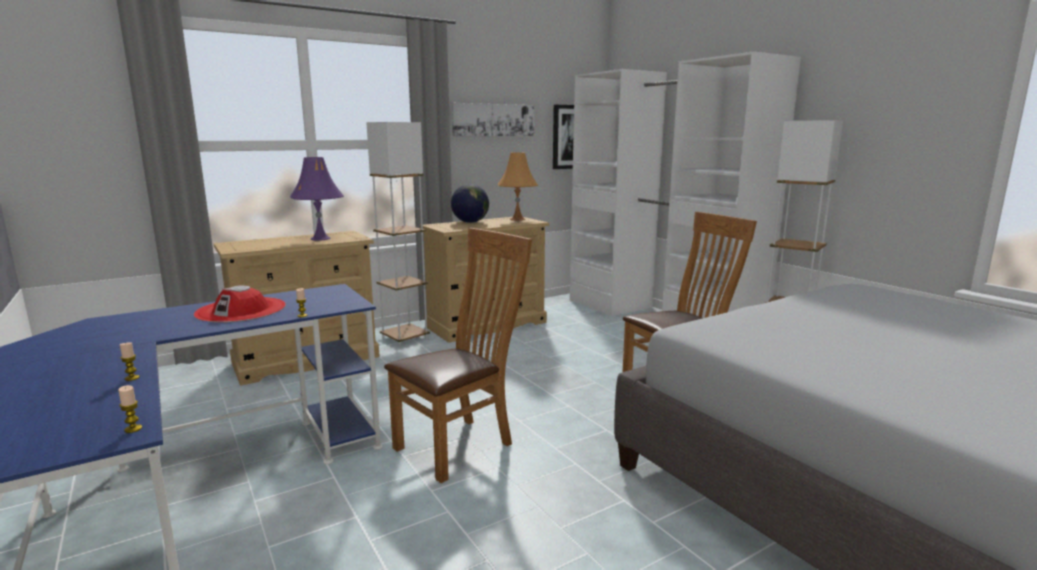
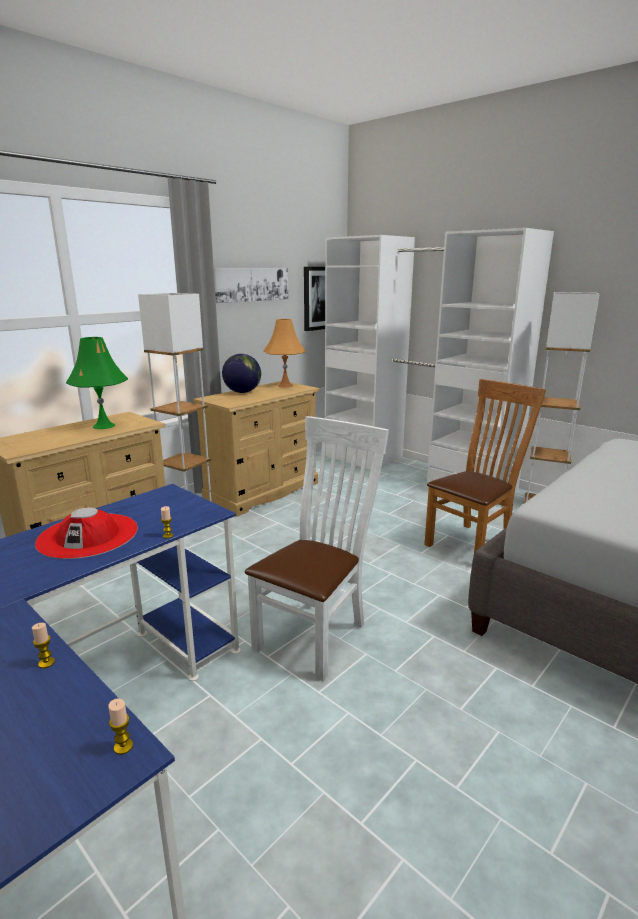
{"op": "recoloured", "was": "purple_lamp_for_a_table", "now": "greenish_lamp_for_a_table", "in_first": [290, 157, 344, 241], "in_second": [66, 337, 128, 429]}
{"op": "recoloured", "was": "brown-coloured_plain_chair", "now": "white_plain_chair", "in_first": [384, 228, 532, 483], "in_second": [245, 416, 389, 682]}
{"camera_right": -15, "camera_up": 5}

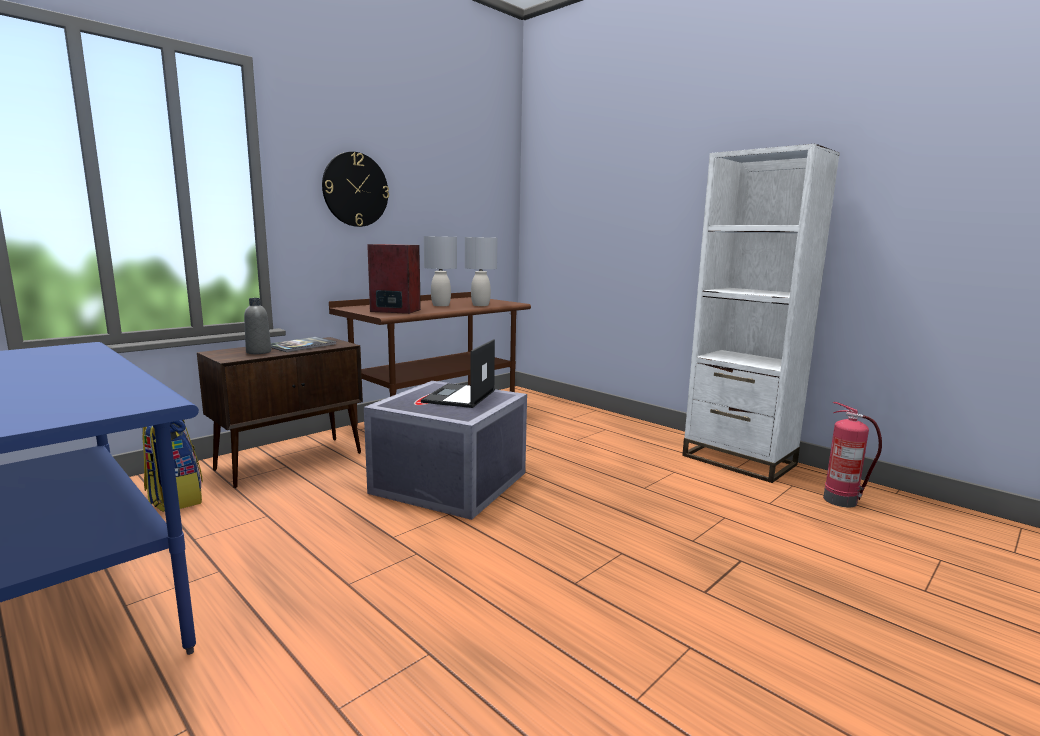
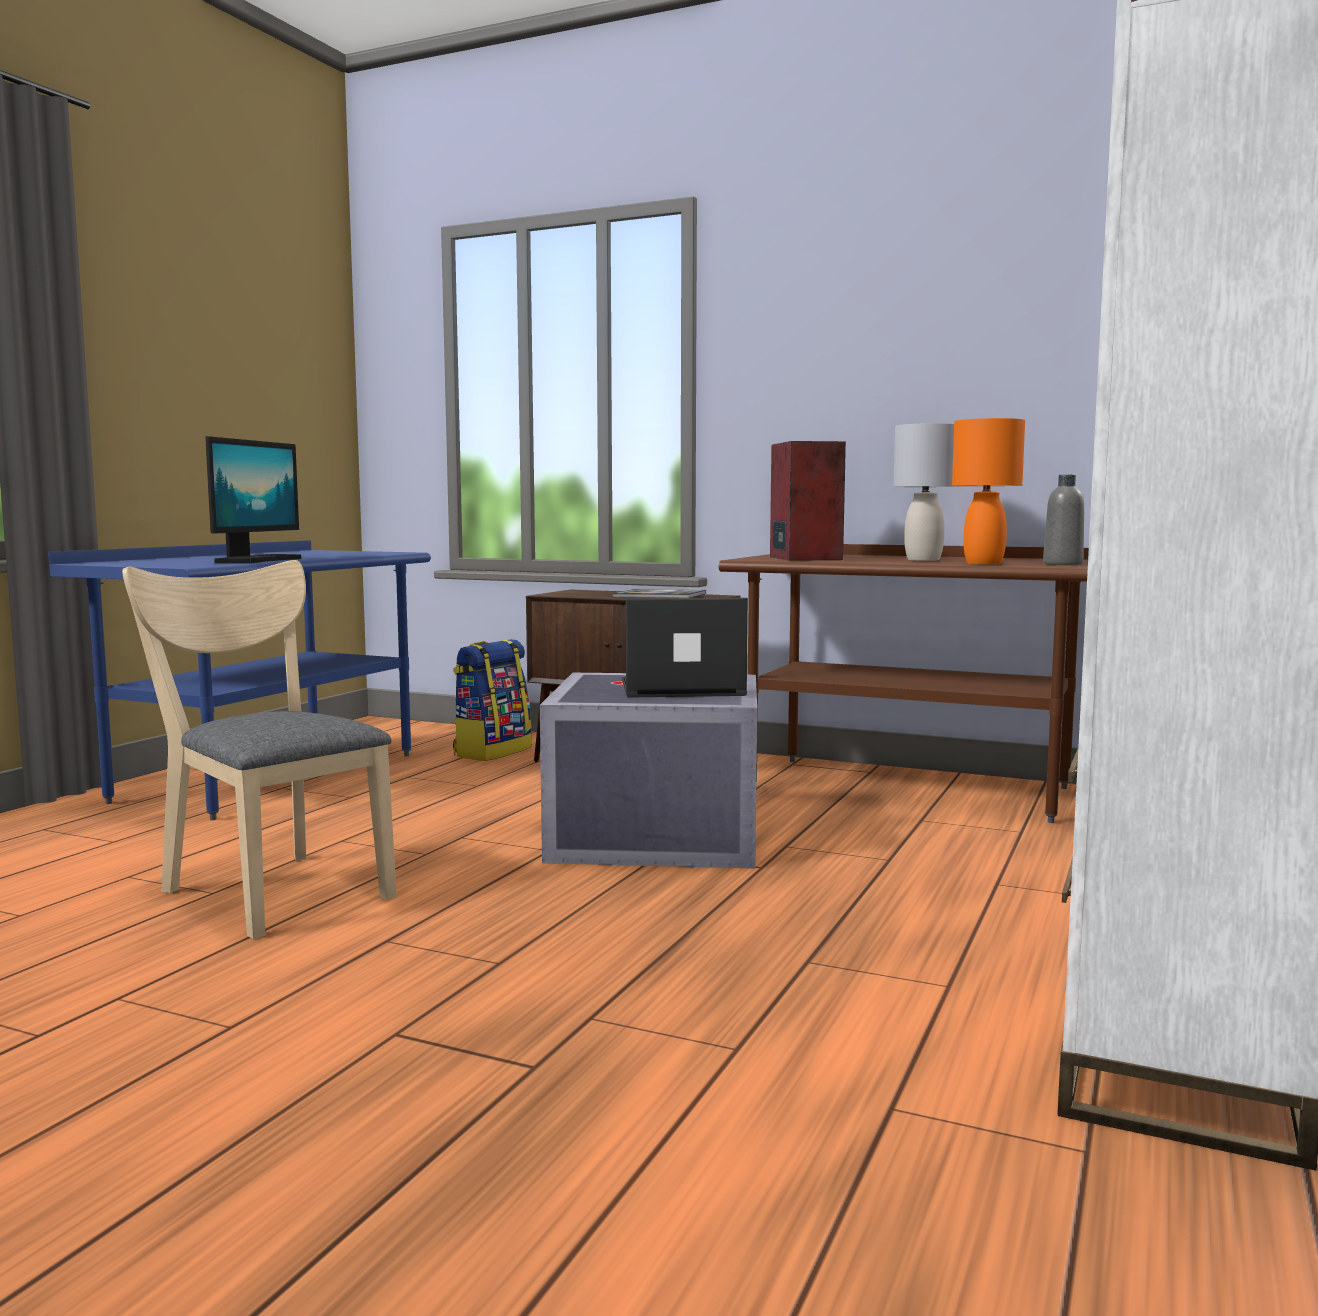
{"op": "moved", "was": "grey_drink_bottle", "in_first": [244, 298, 271, 354], "in_second": [1043, 475, 1084, 565]}
{"op": "removed", "was": "clock_on_the_wall", "in_first": [322, 152, 389, 227]}
{"op": "recoloured", "was": "grey_lamp_for_a_table", "now": "orange_lamp_for_a_table", "in_first": [465, 237, 497, 306], "in_second": [952, 418, 1025, 565]}
{"op": "removed", "was": "fire-fighting_cylinder", "in_first": [823, 402, 882, 508]}
{"op": "added", "now": "beige_plain_chair", "in_second": [122, 560, 397, 939]}
{"op": "added", "now": "computer_display", "in_second": [205, 436, 301, 564]}
{"camera_right": 70, "camera_up": -5}

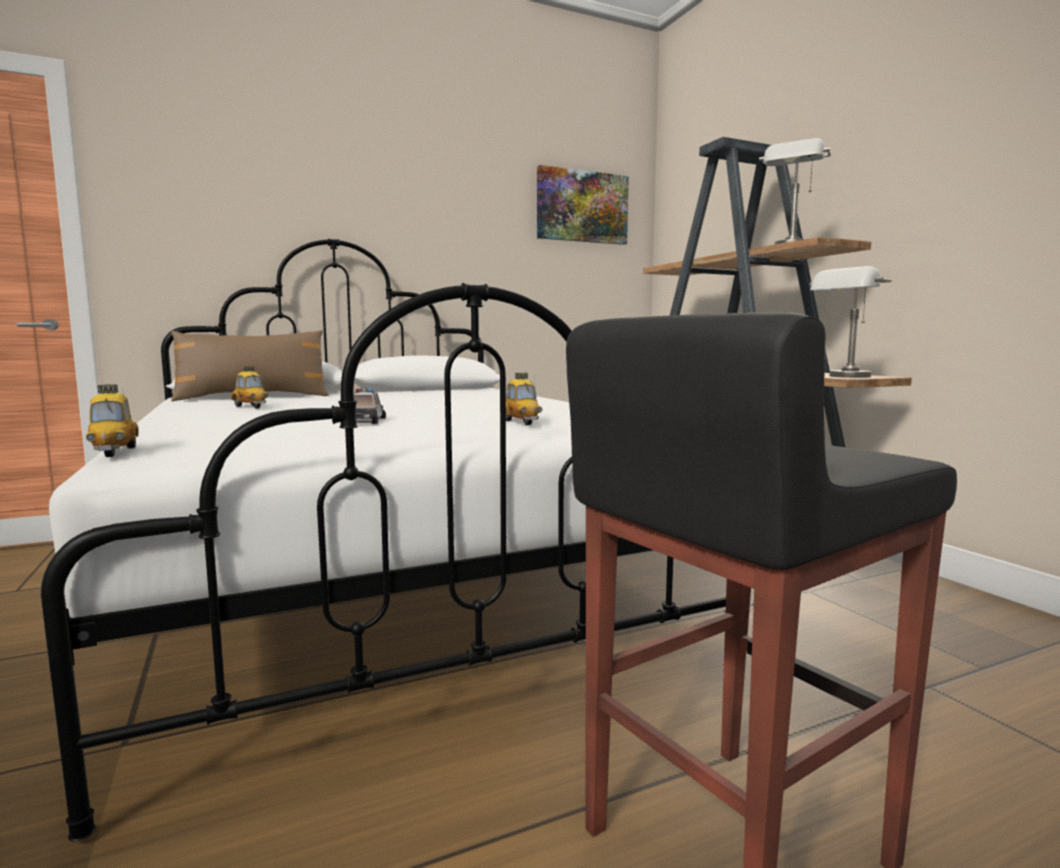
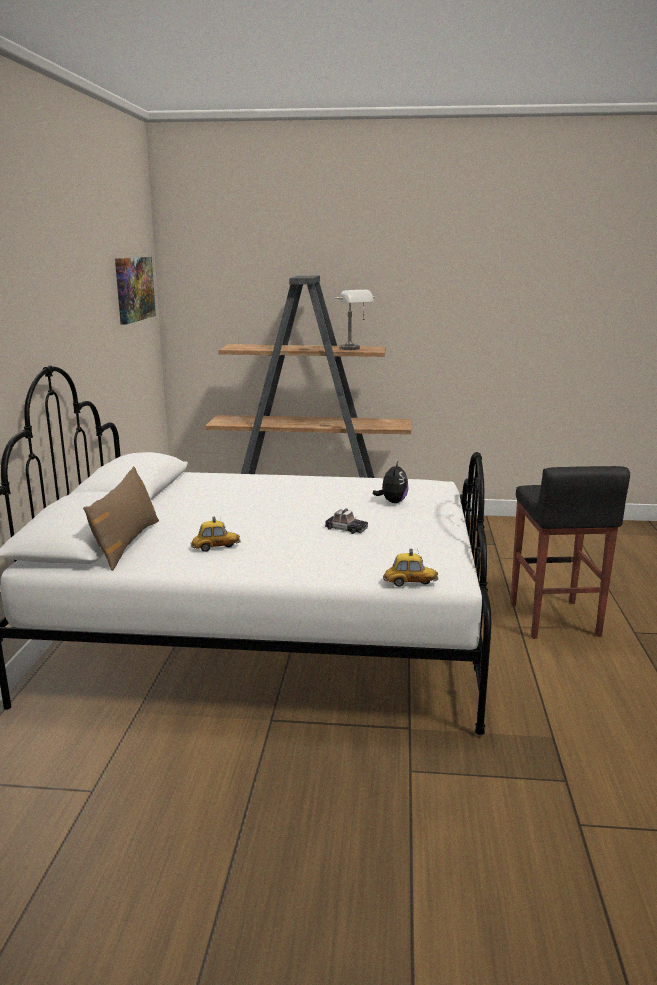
{"op": "replaced", "was": "toy_car", "now": "soft_toy", "in_first": [506, 373, 543, 425], "in_second": [373, 462, 409, 503]}
{"op": "removed", "was": "grey_lamp_for_a_table", "in_first": [809, 266, 892, 378]}
{"camera_right": -60, "camera_up": 10}

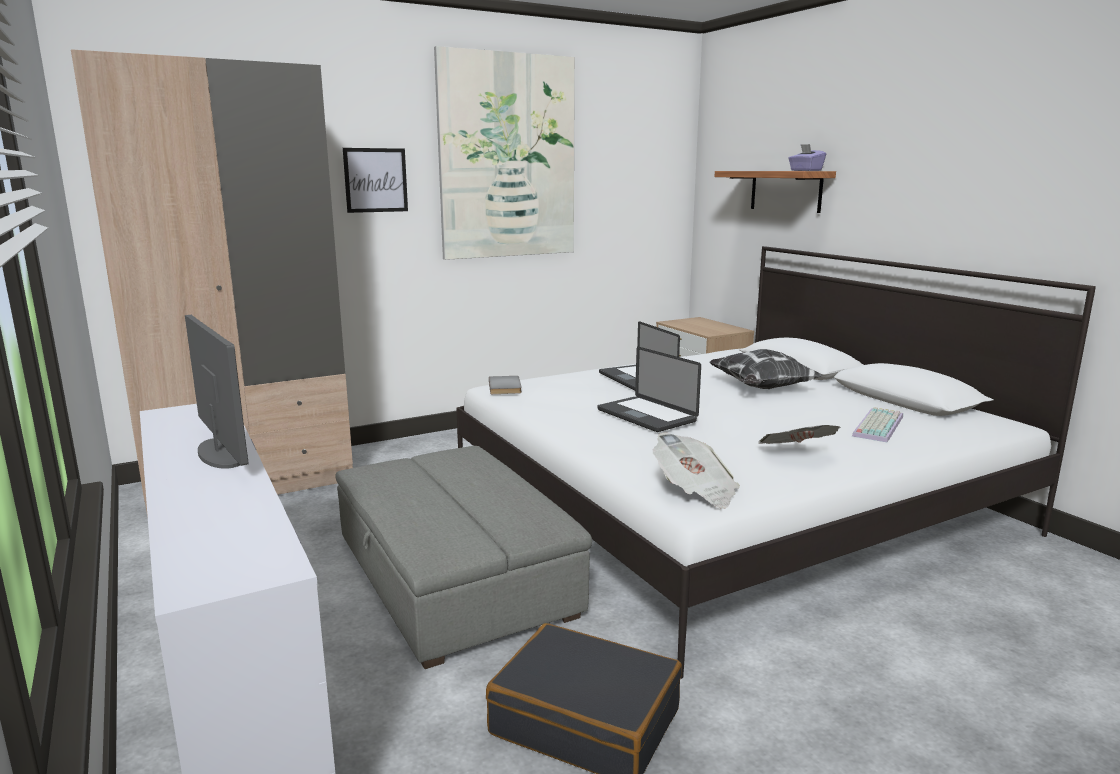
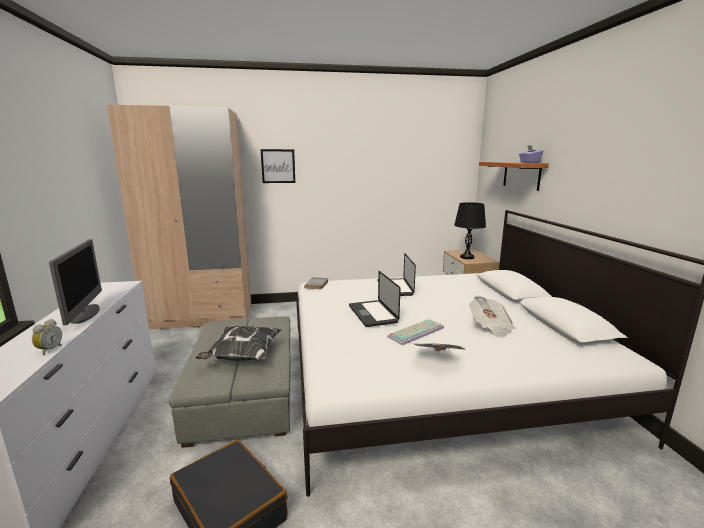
{"op": "removed", "was": "wall_picture", "in_first": [434, 46, 575, 260]}
{"op": "moved", "was": "newspaper", "in_first": [652, 432, 740, 509], "in_second": [469, 296, 515, 338]}
{"op": "moved", "was": "pillow", "in_first": [710, 349, 823, 389], "in_second": [196, 326, 282, 361]}
{"op": "moved", "was": "keyboard", "in_first": [852, 407, 903, 443], "in_second": [387, 319, 444, 345]}
{"op": "added", "now": "alarm_clock", "in_second": [32, 319, 62, 355]}
{"op": "added", "now": "black_lamp_for_a_table", "in_second": [454, 202, 486, 259]}
{"camera_right": 20, "camera_up": 0}

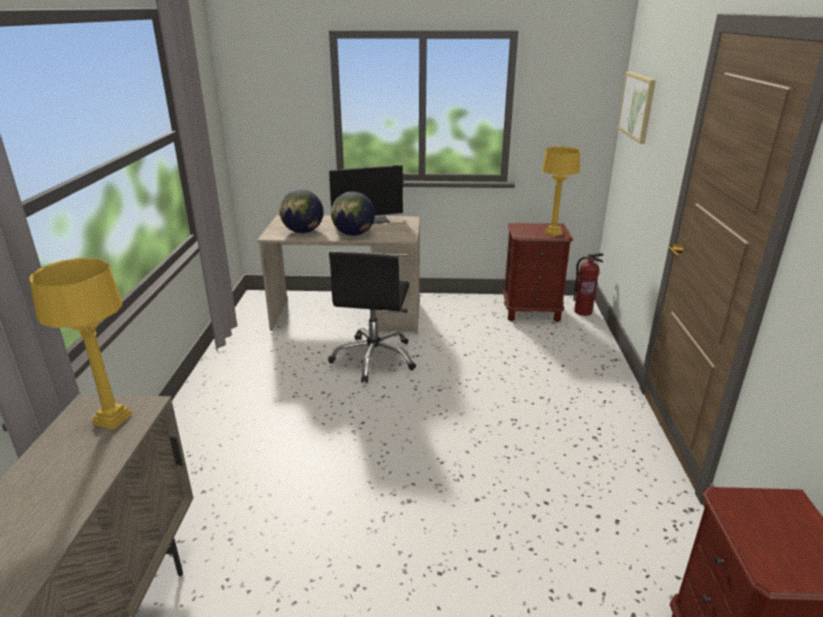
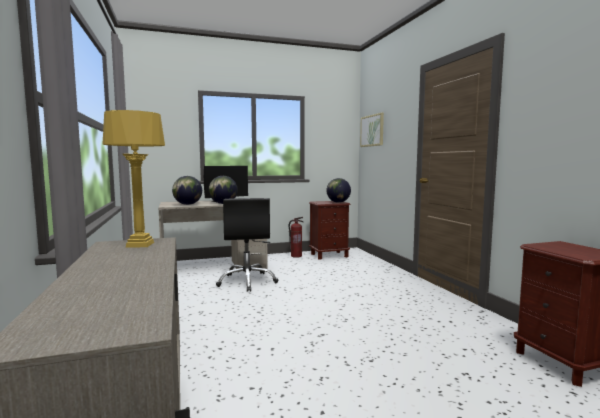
{"op": "replaced", "was": "yellow_lamp_for_a_table", "now": "world_globe", "in_first": [542, 146, 580, 236], "in_second": [326, 178, 351, 203]}
{"op": "moved", "was": "fire-fighting_cylinder", "in_first": [573, 253, 604, 316], "in_second": [288, 217, 303, 258]}
{"camera_right": -20, "camera_up": -20}

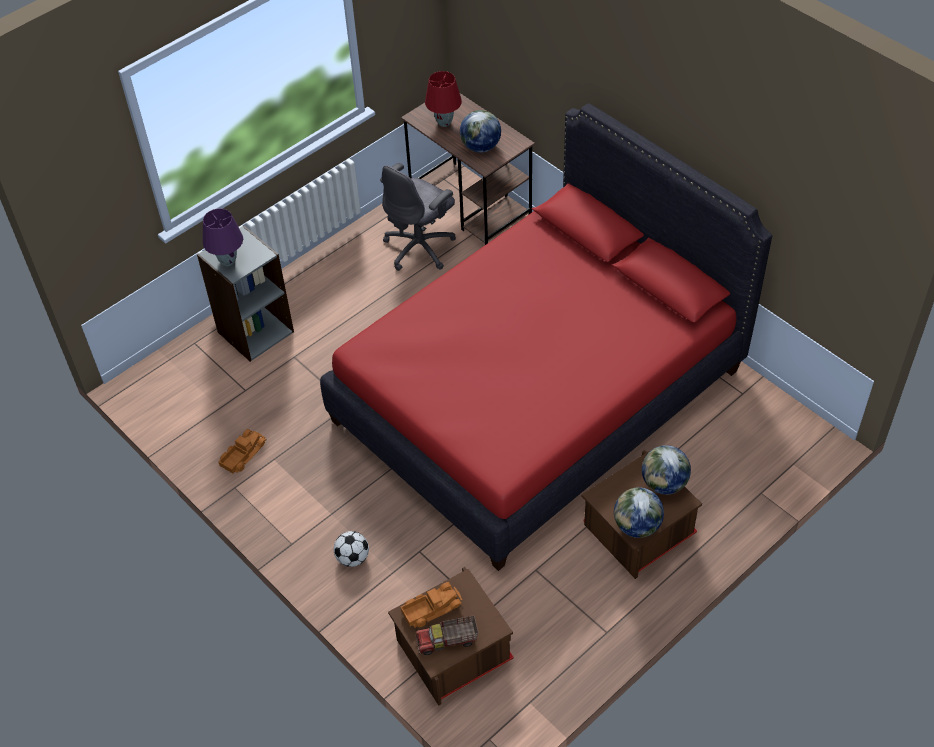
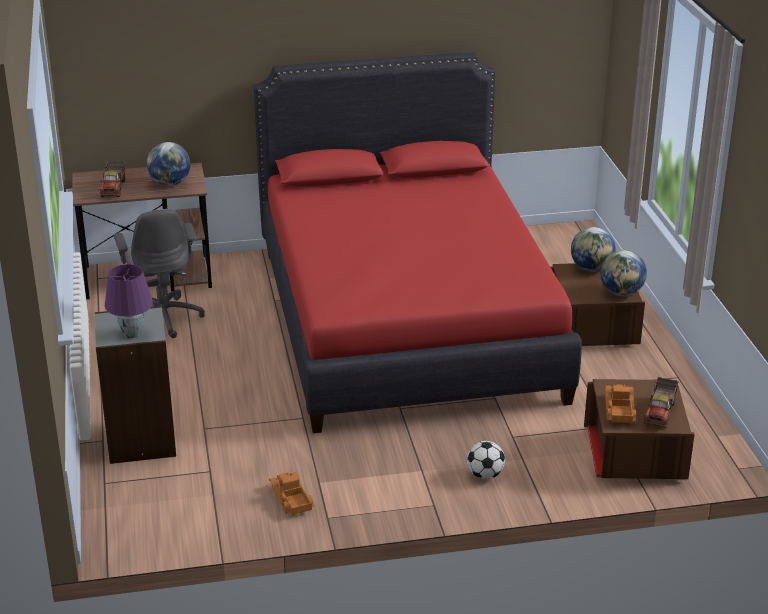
{"op": "replaced", "was": "red-coloured_lamp_for_a_table", "now": "model_truck", "in_first": [425, 71, 462, 127], "in_second": [100, 161, 125, 197]}
{"camera_right": -60, "camera_up": -20}

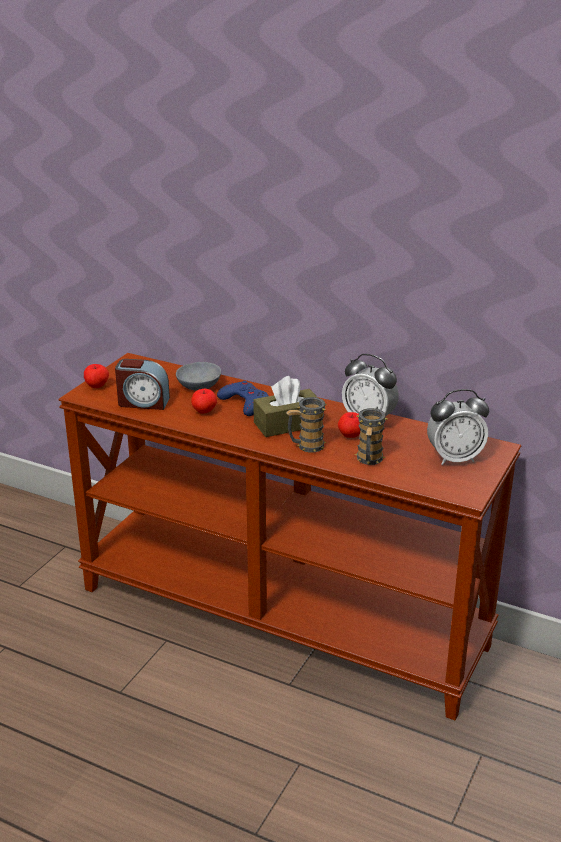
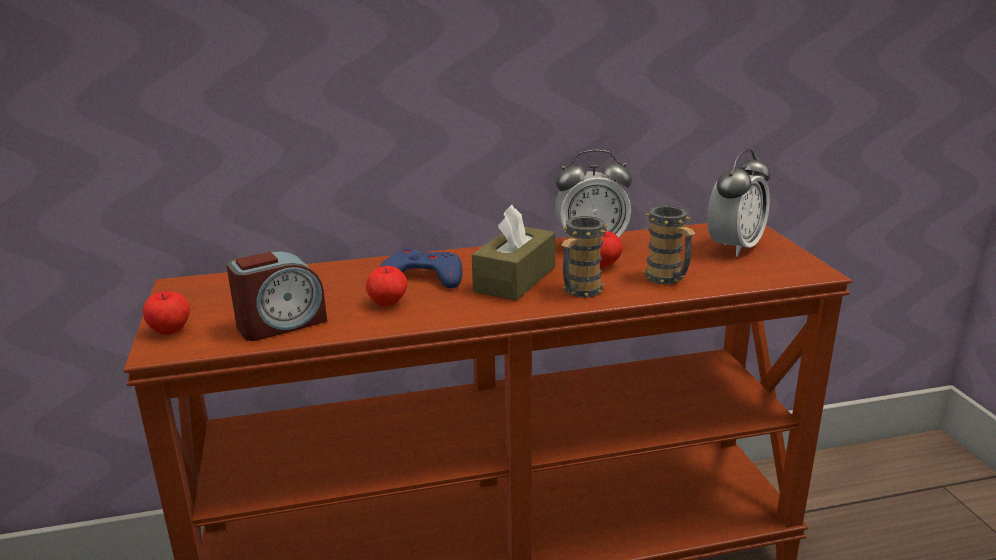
{"op": "removed", "was": "grey_deep_dish", "in_first": [176, 362, 221, 390]}
{"camera_right": -40, "camera_up": -5}

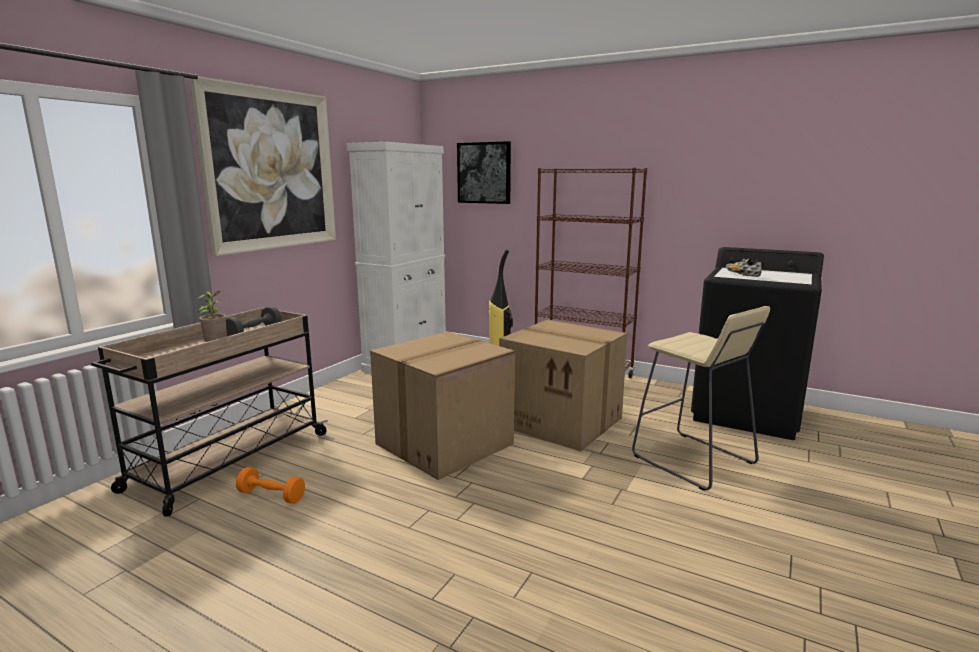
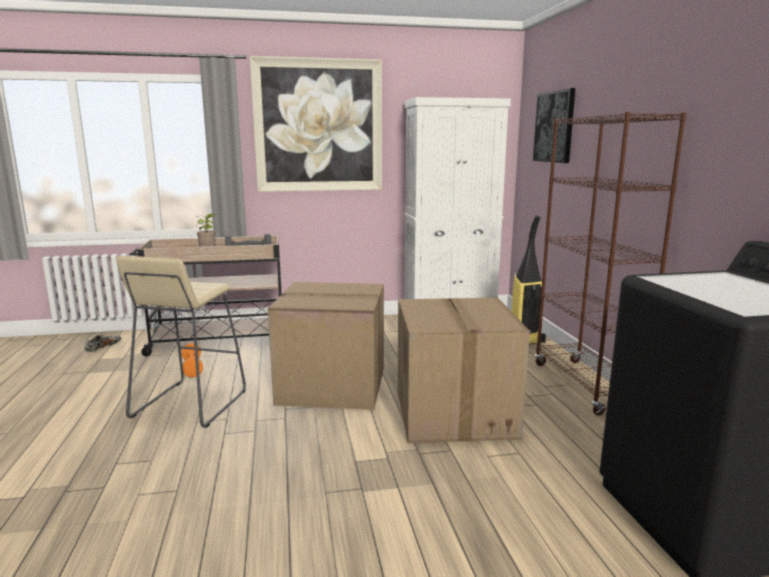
{"op": "moved", "was": "beige_sitting_stool", "in_first": [632, 306, 770, 491], "in_second": [116, 256, 246, 428]}
{"op": "moved", "was": "low_shoe", "in_first": [726, 258, 762, 277], "in_second": [85, 334, 121, 352]}
{"camera_right": 50, "camera_up": 0}

